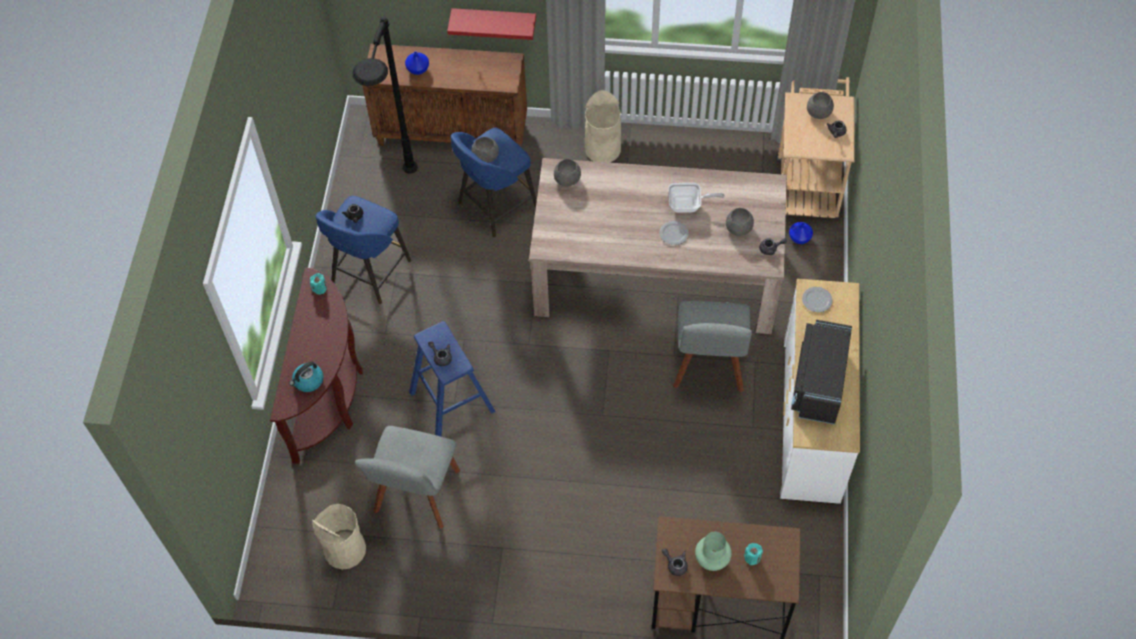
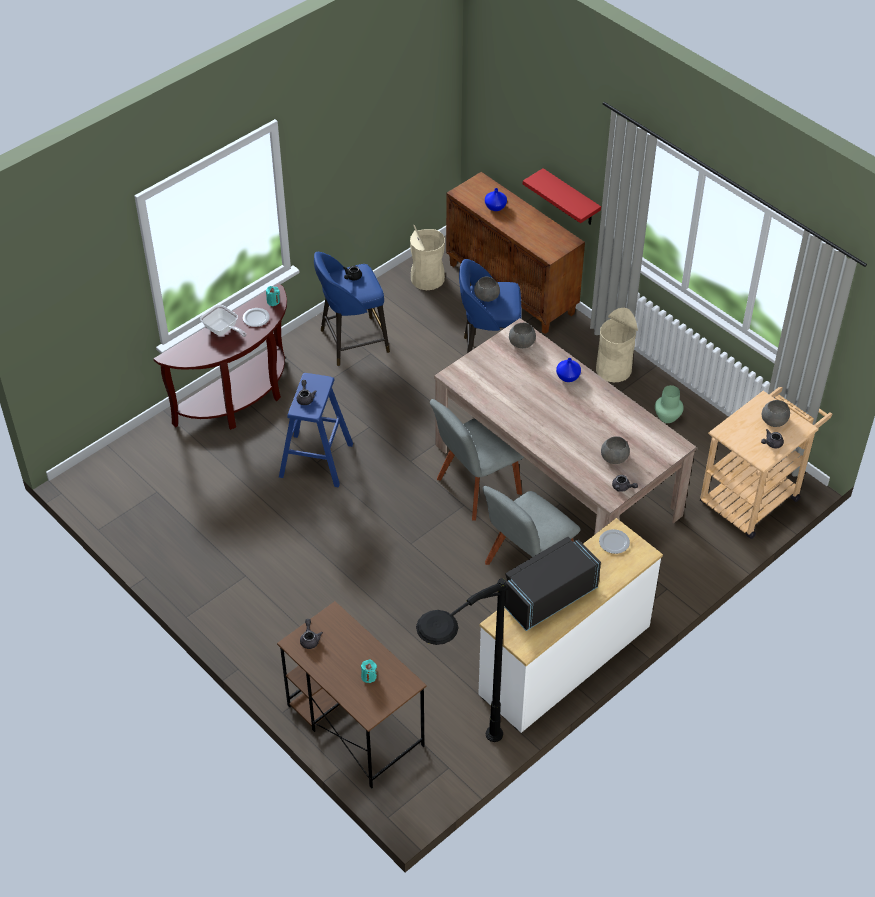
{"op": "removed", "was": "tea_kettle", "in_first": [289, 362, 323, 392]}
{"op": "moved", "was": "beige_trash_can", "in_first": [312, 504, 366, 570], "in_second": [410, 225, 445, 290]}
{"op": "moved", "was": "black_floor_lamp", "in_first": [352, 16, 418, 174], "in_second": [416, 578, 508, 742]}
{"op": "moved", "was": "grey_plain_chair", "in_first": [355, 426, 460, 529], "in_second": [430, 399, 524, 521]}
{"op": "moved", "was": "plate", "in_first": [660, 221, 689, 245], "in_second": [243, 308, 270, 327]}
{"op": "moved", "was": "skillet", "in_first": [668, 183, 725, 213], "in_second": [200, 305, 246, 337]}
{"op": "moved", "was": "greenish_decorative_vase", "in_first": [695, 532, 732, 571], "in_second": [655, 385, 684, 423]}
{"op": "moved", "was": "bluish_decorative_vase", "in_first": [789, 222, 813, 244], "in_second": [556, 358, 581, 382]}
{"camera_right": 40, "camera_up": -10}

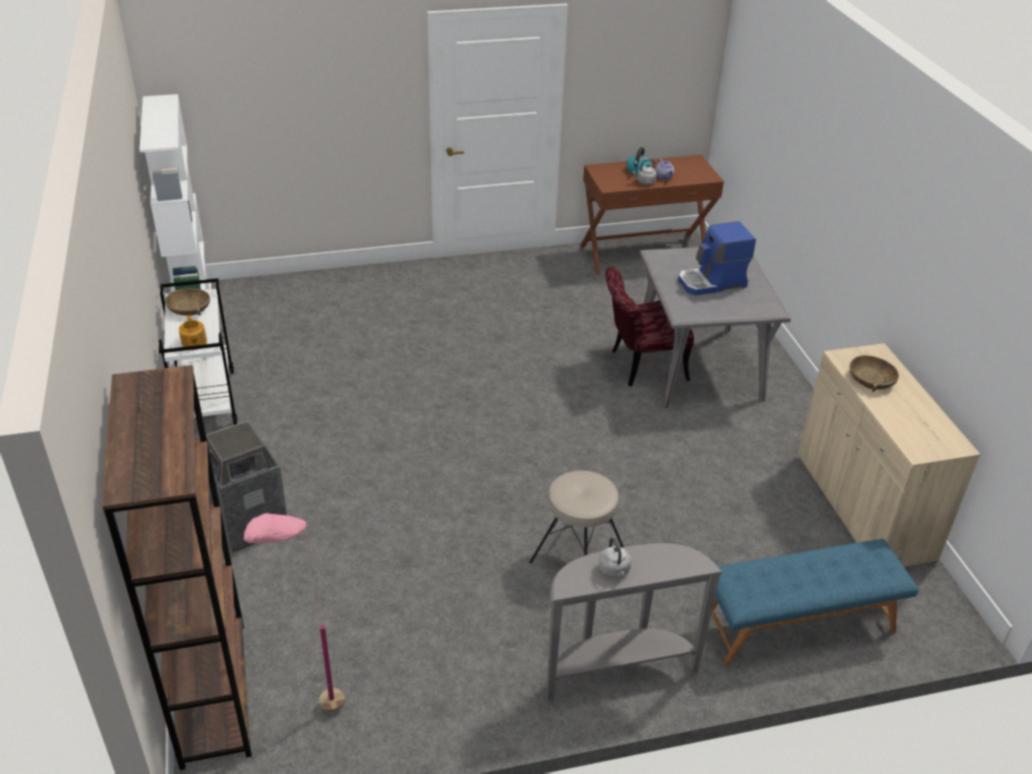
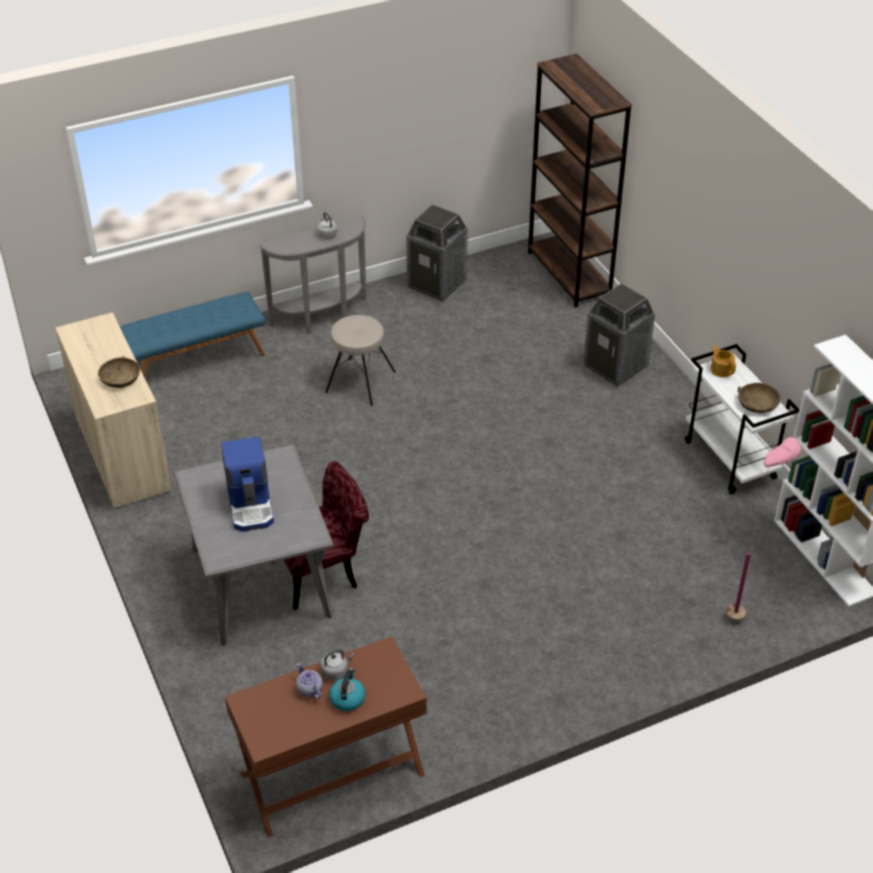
{"op": "moved", "was": "pink_floor_lamp", "in_first": [244, 513, 345, 712], "in_second": [726, 437, 801, 622]}
{"op": "turned", "was": "coffee_maker", "in_first": [678, 221, 756, 296], "in_second": [221, 437, 274, 532], "clockwise": 105}
{"op": "added", "now": "trash_can", "in_second": [406, 204, 468, 302]}
{"camera_right": 170, "camera_up": 5}

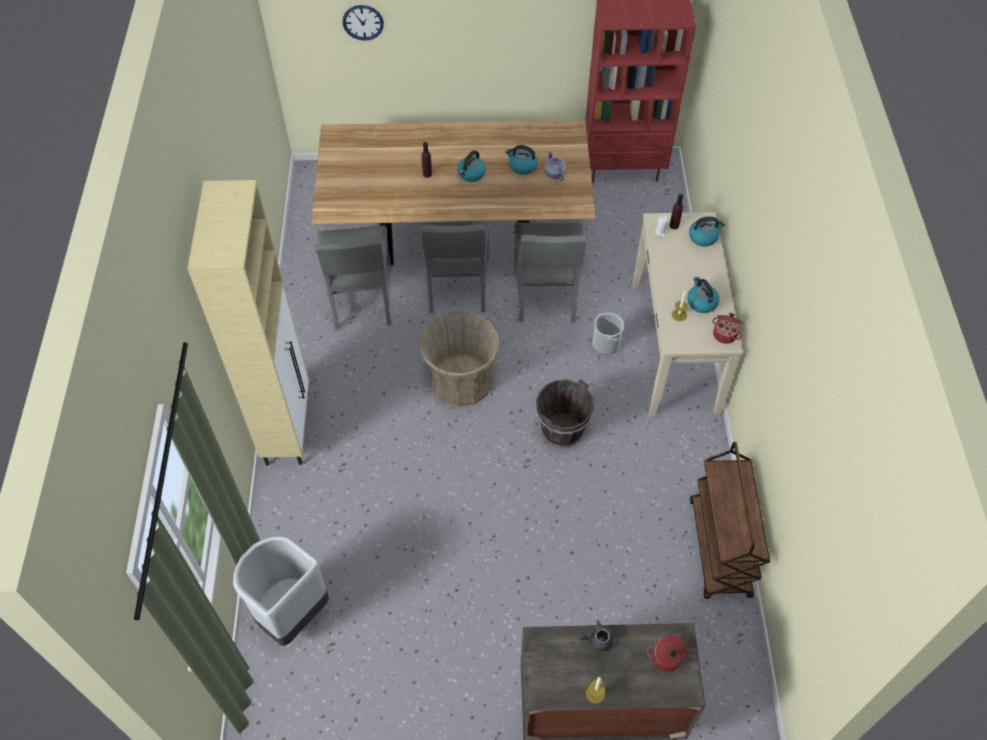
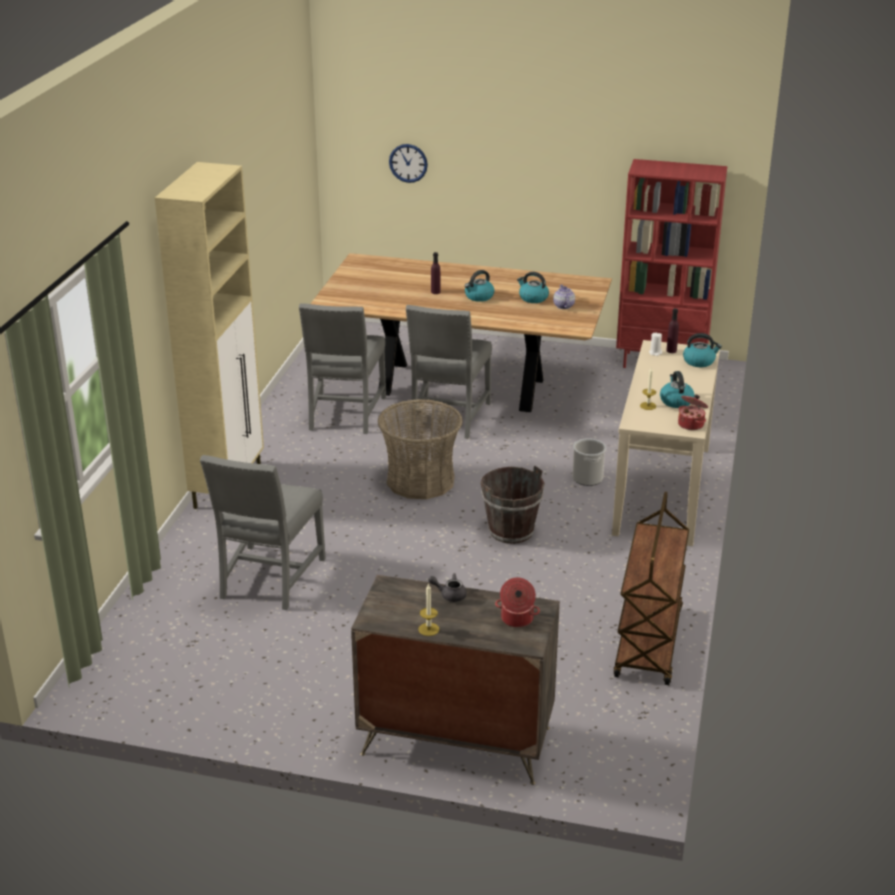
{"op": "removed", "was": "grey_trash_can", "in_first": [233, 536, 329, 646]}
{"op": "moved", "was": "grey_plain_chair", "in_first": [514, 222, 586, 323], "in_second": [200, 455, 326, 610]}
{"camera_right": 15, "camera_up": -25}

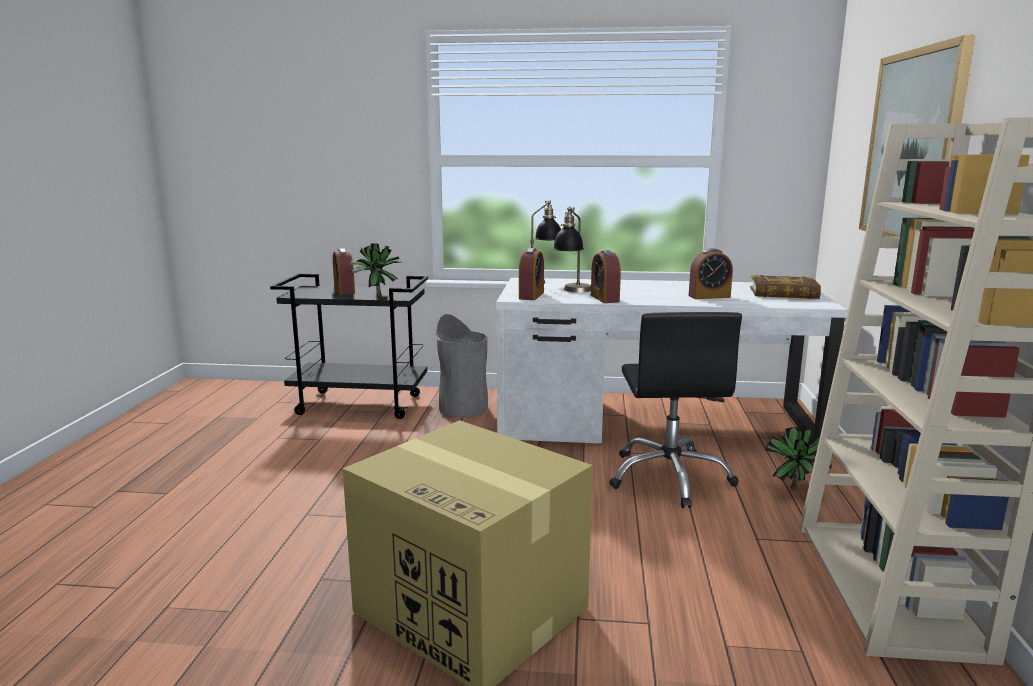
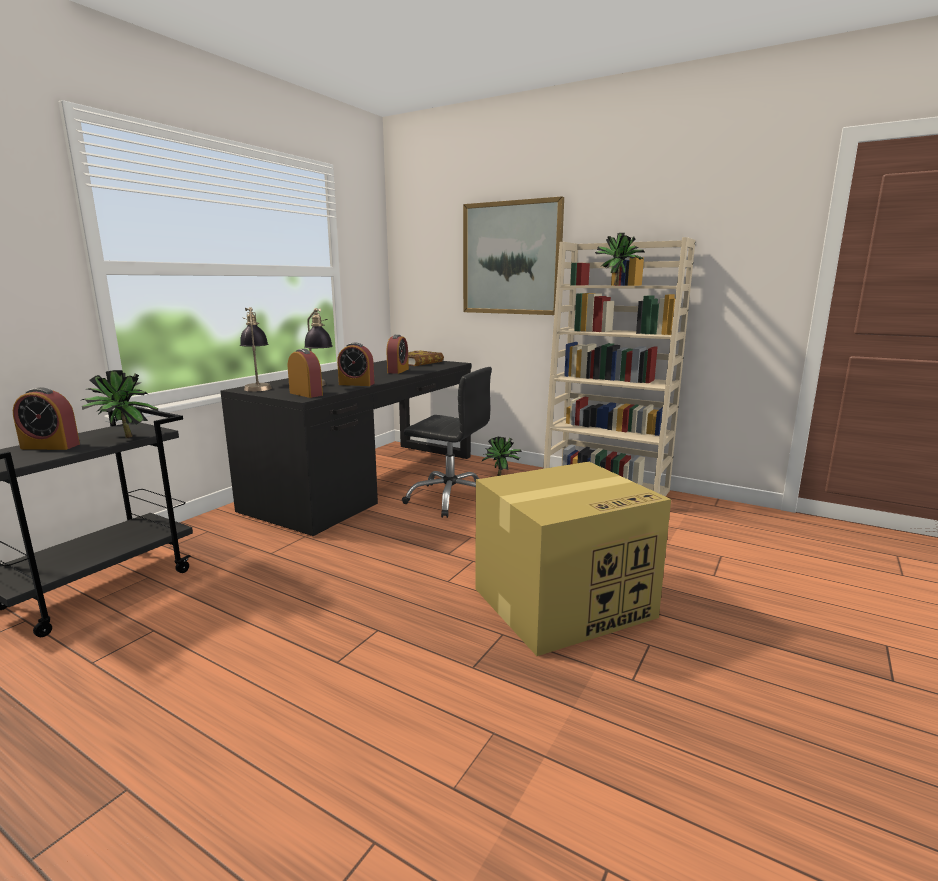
{"op": "removed", "was": "grey_trash_can", "in_first": [436, 314, 488, 417]}
{"op": "recoloured", "was": "white_desk", "now": "black_desk", "in_first": [496, 278, 847, 445], "in_second": [220, 360, 471, 536]}
{"op": "added", "now": "potted_plant", "in_second": [595, 233, 644, 285]}
{"camera_right": -65, "camera_up": 0}

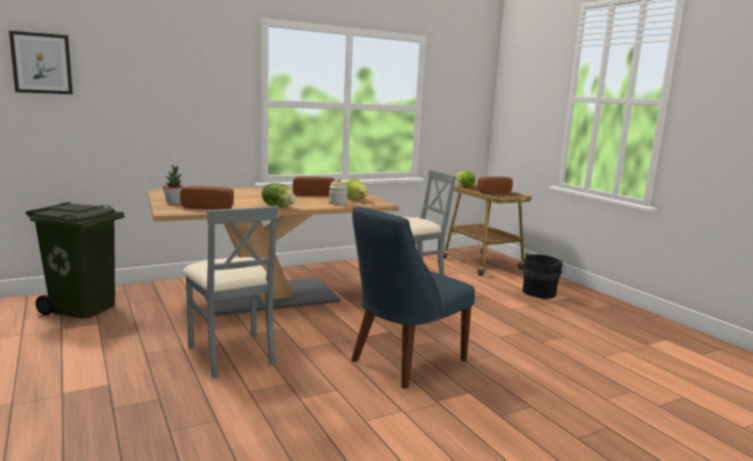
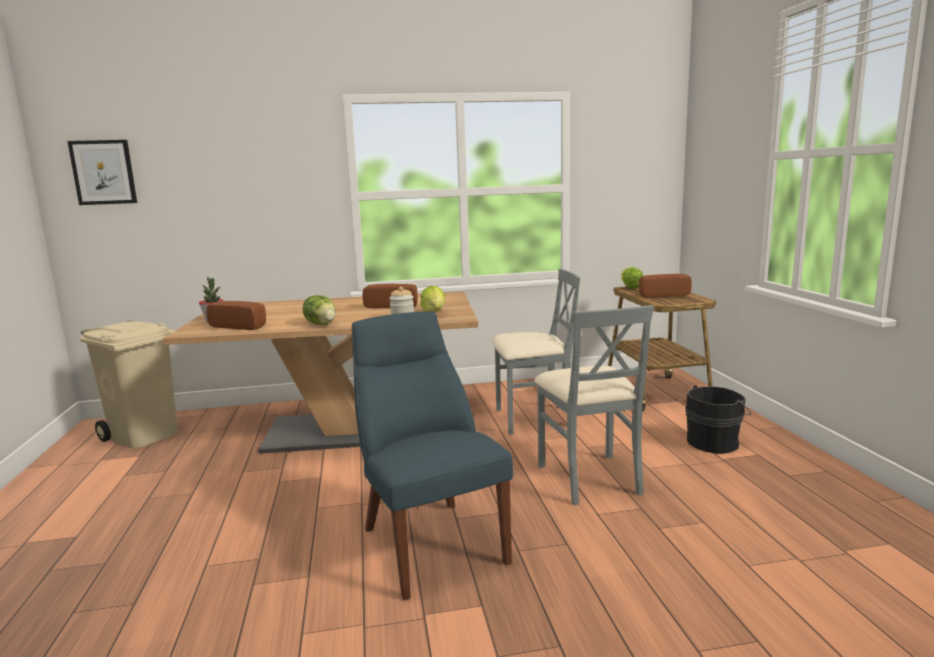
{"op": "recoloured", "was": "greenish_trash_can", "now": "beige_trash_can", "in_first": [26, 202, 125, 318], "in_second": [80, 320, 178, 448]}
{"op": "moved", "was": "grey_plain_chair", "in_first": [183, 205, 279, 378], "in_second": [534, 305, 654, 505]}
{"op": "turned", "was": "bluish_plain_chair", "in_first": [351, 206, 475, 389], "in_second": [352, 311, 513, 600], "clockwise": 90}
{"camera_right": 20, "camera_up": 0}

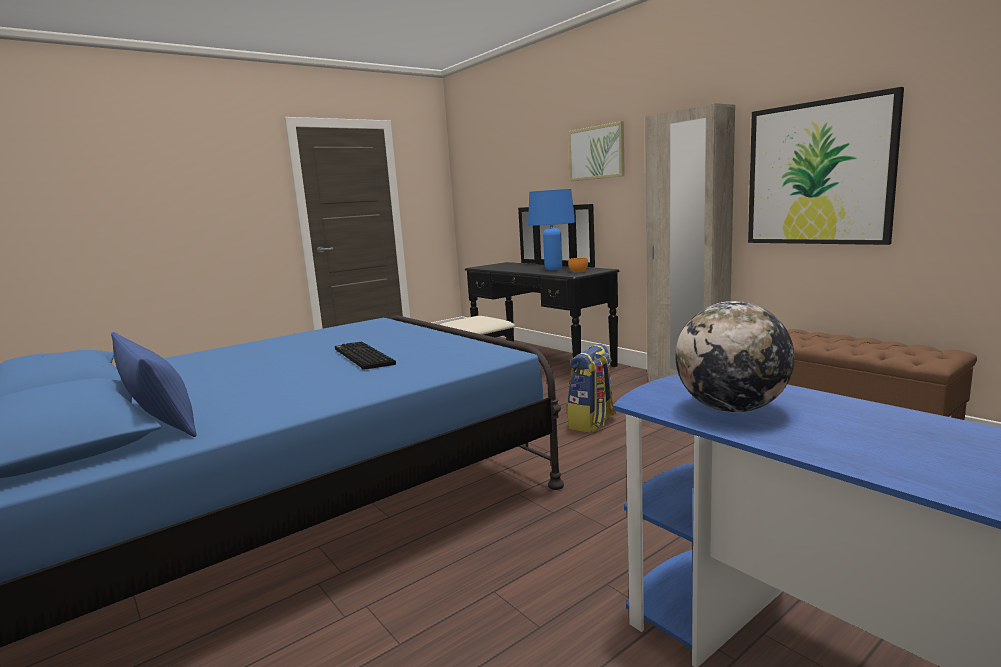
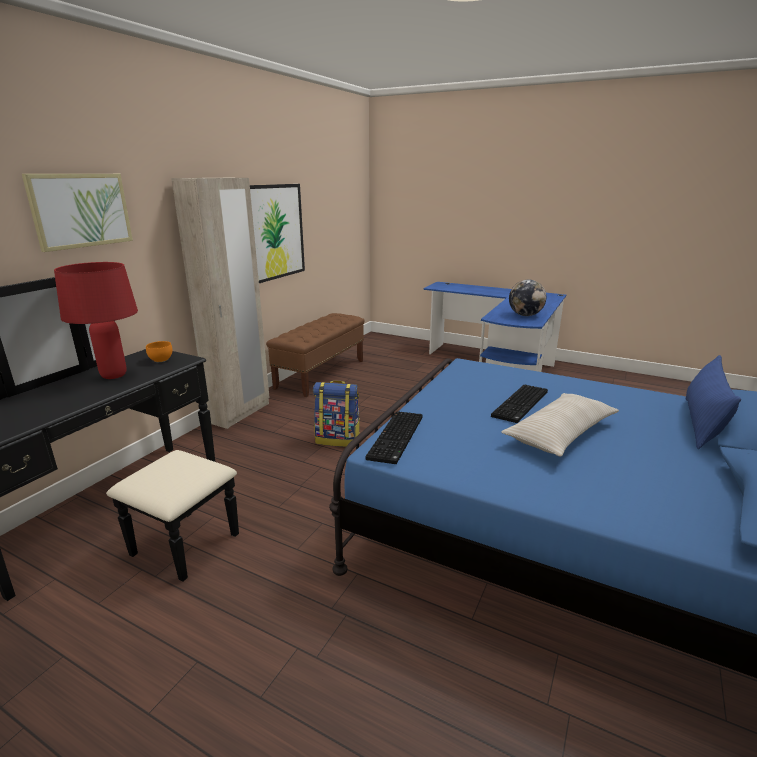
{"op": "recoloured", "was": "bluish_lamp_for_a_table", "now": "red-coloured_lamp_for_a_table", "in_first": [528, 189, 575, 270], "in_second": [54, 262, 138, 379]}
{"op": "added", "now": "keyboard", "in_second": [365, 411, 423, 464]}
{"op": "added", "now": "beige_pillow", "in_second": [501, 393, 619, 456]}
{"camera_right": -115, "camera_up": 10}

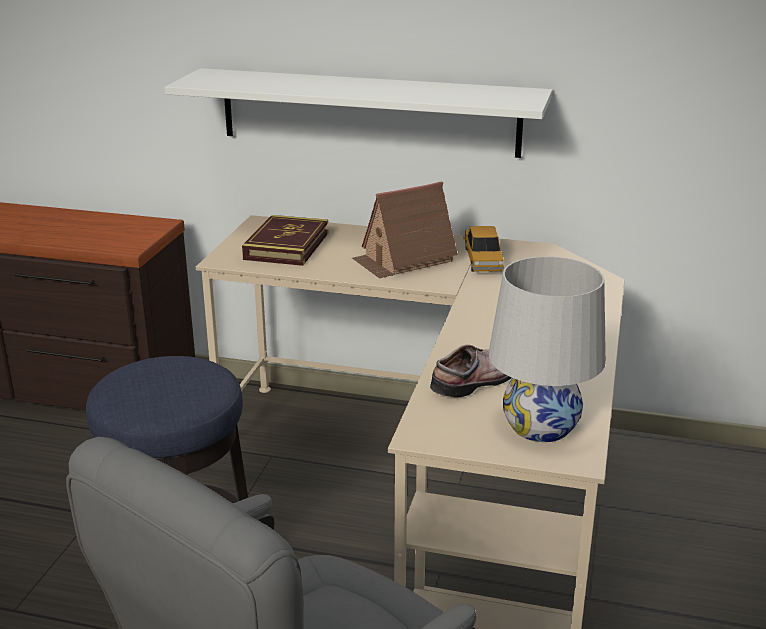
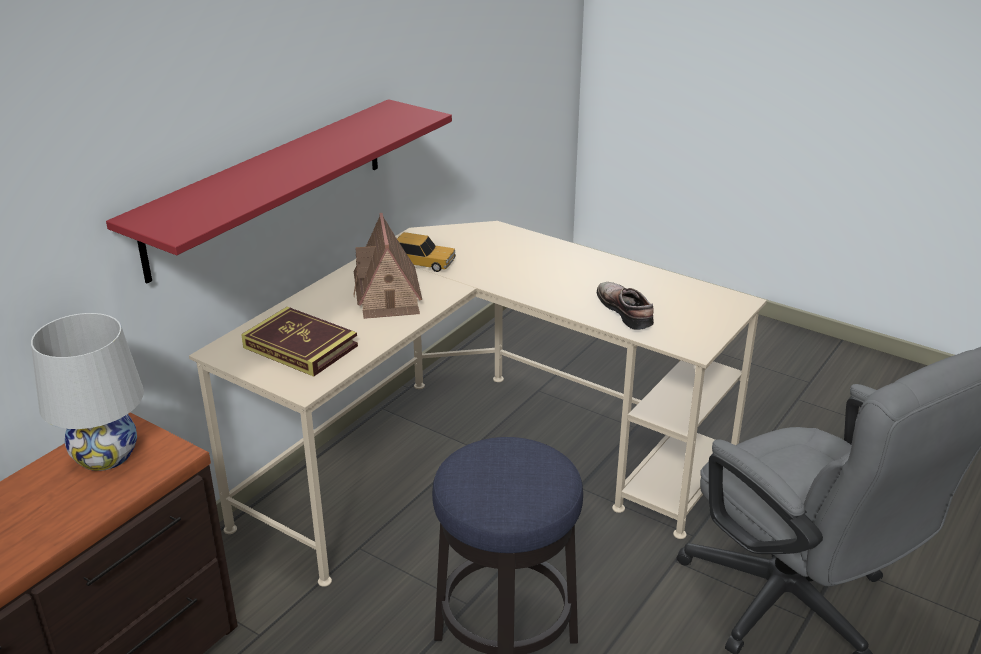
{"op": "recoloured", "was": "white_wall_shelf", "now": "red-coloured_wall_shelf", "in_first": [165, 68, 552, 158], "in_second": [106, 99, 452, 283]}
{"op": "moved", "was": "white_lamp_for_a_table", "in_first": [489, 256, 606, 442], "in_second": [31, 313, 144, 471]}
{"camera_right": -70, "camera_up": 5}

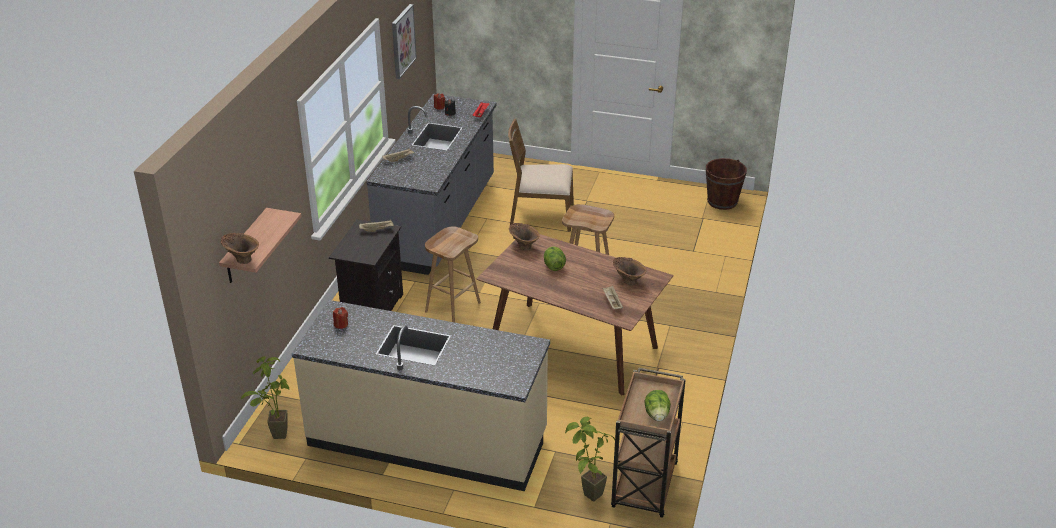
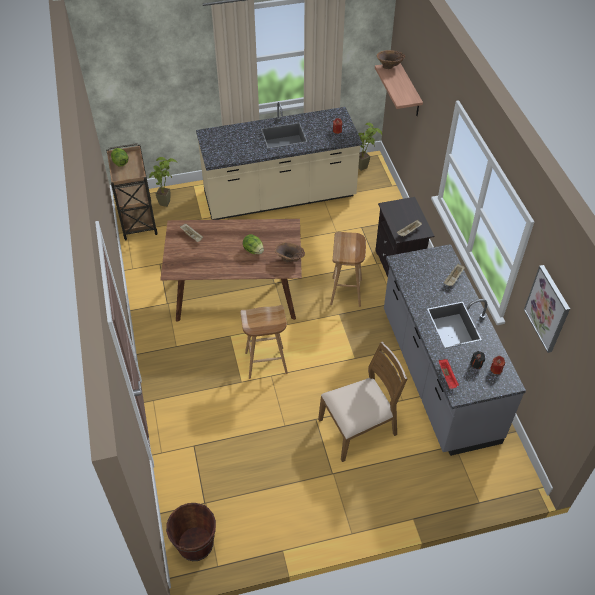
{"op": "removed", "was": "brown-coloured_decorative_vase", "in_first": [613, 257, 647, 286]}
{"camera_right": 150, "camera_up": 15}

